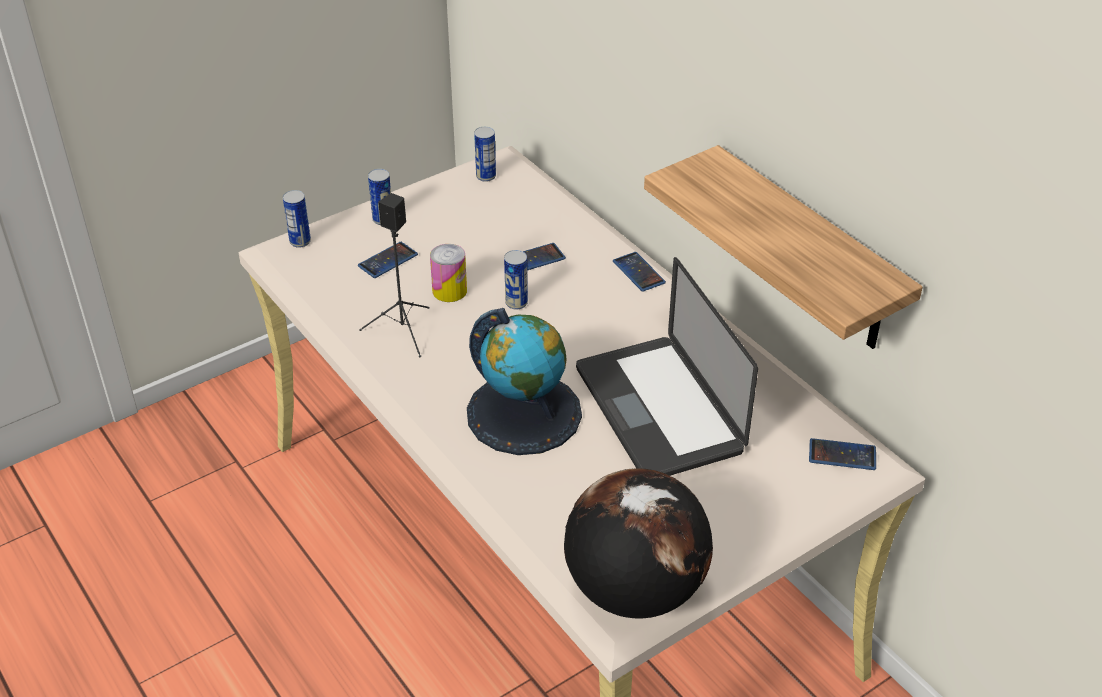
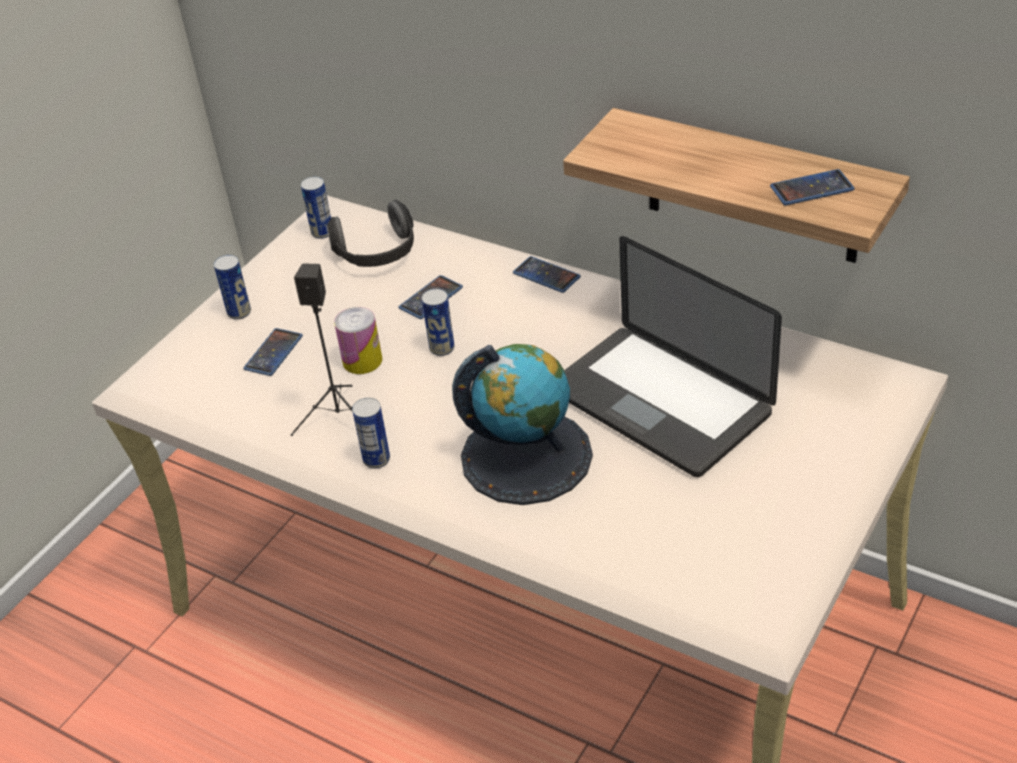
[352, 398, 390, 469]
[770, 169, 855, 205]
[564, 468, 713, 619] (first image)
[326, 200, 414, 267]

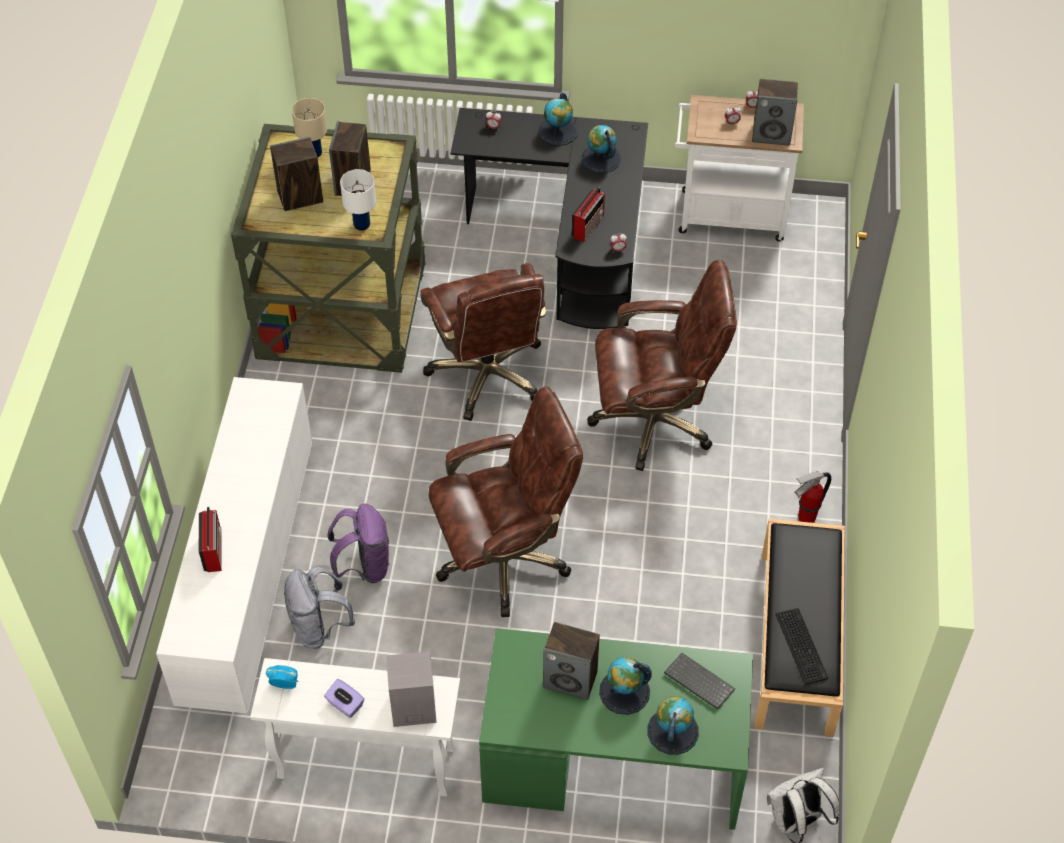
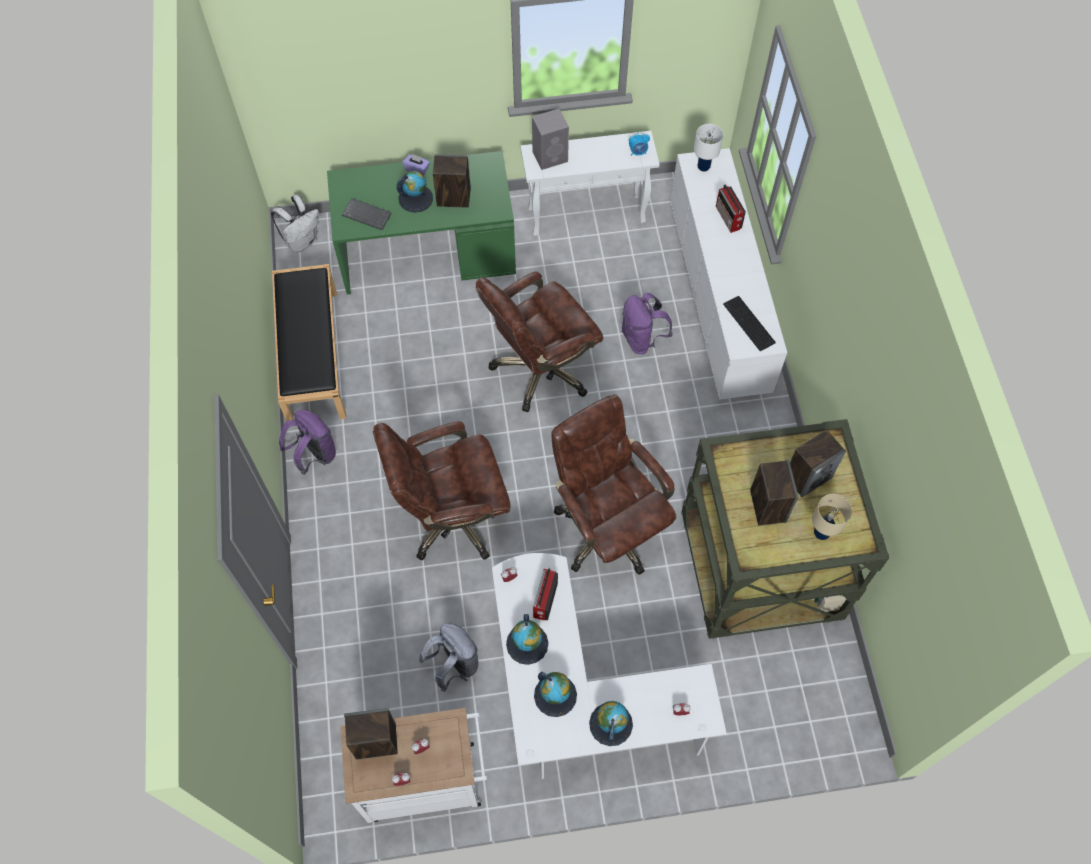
[492, 553, 727, 779]
[694, 124, 723, 171]
[279, 410, 336, 475]
[419, 623, 478, 692]
[723, 296, 776, 351]
[402, 154, 430, 176]
[506, 614, 548, 665]

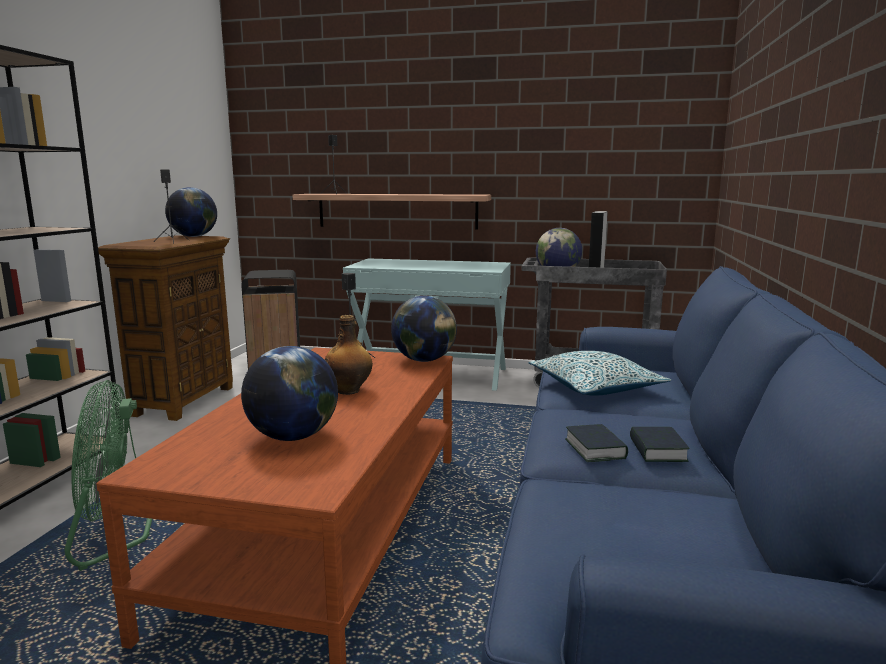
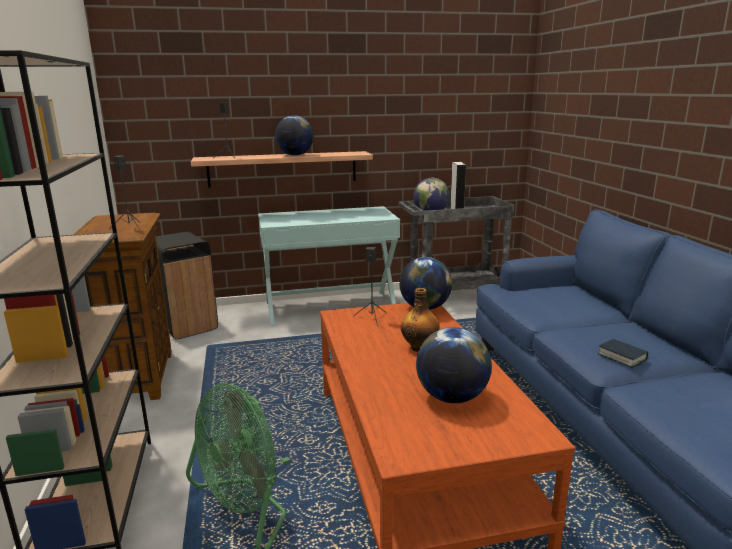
[275, 115, 314, 156]
[529, 351, 671, 396] (first image)
[630, 427, 689, 462] (first image)

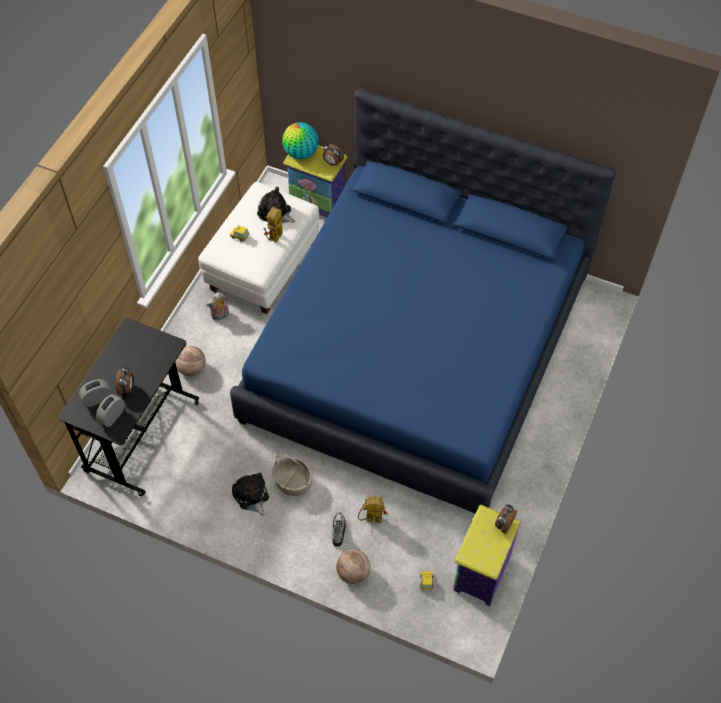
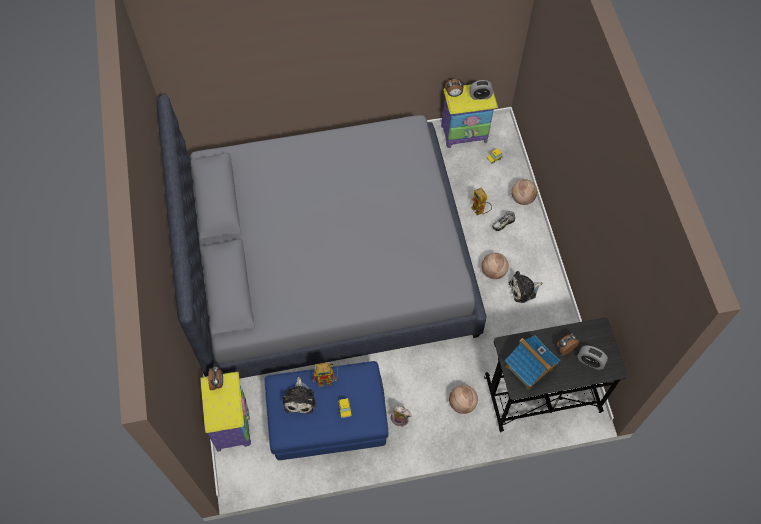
[157, 95, 486, 379]
[282, 122, 319, 159] (first image)
[265, 361, 389, 460]
[469, 80, 493, 100]
[482, 253, 509, 279]
[509, 271, 542, 303]
[505, 335, 560, 390]

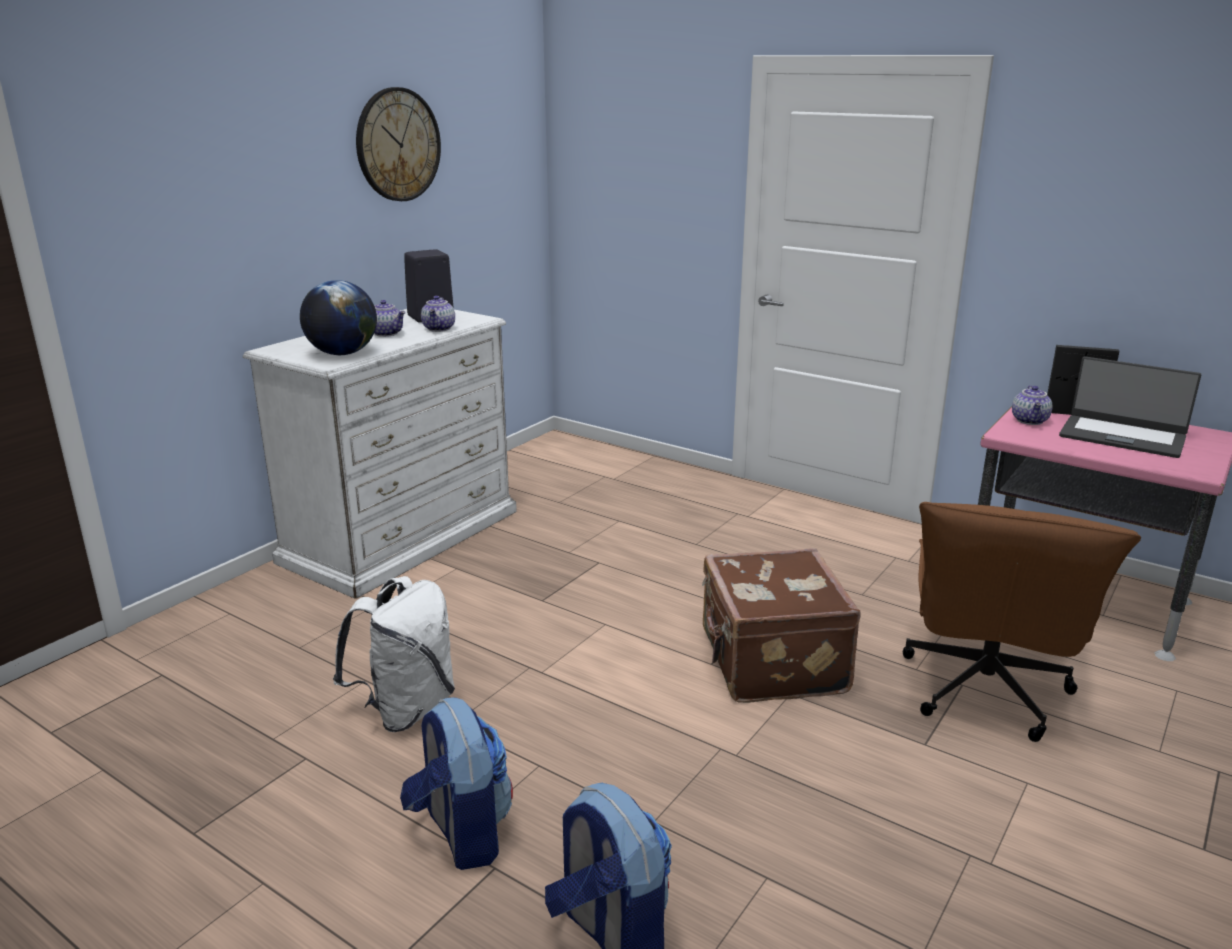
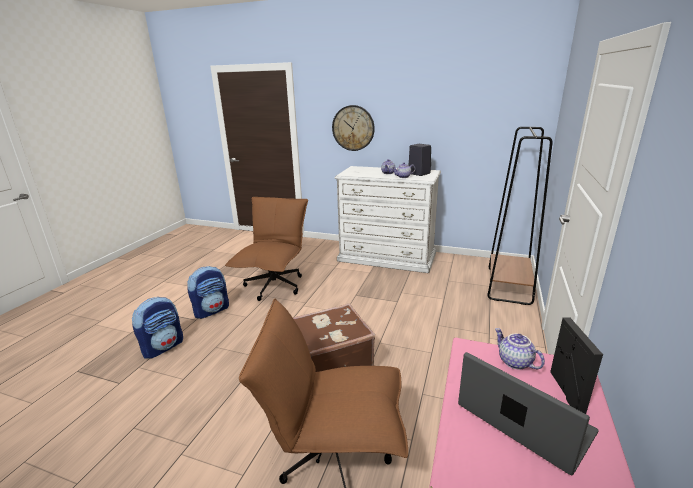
[332, 105, 375, 151]
[300, 280, 377, 355] (first image)
[458, 352, 599, 475]
[495, 328, 545, 370]
[225, 197, 308, 301]
[487, 127, 553, 305]

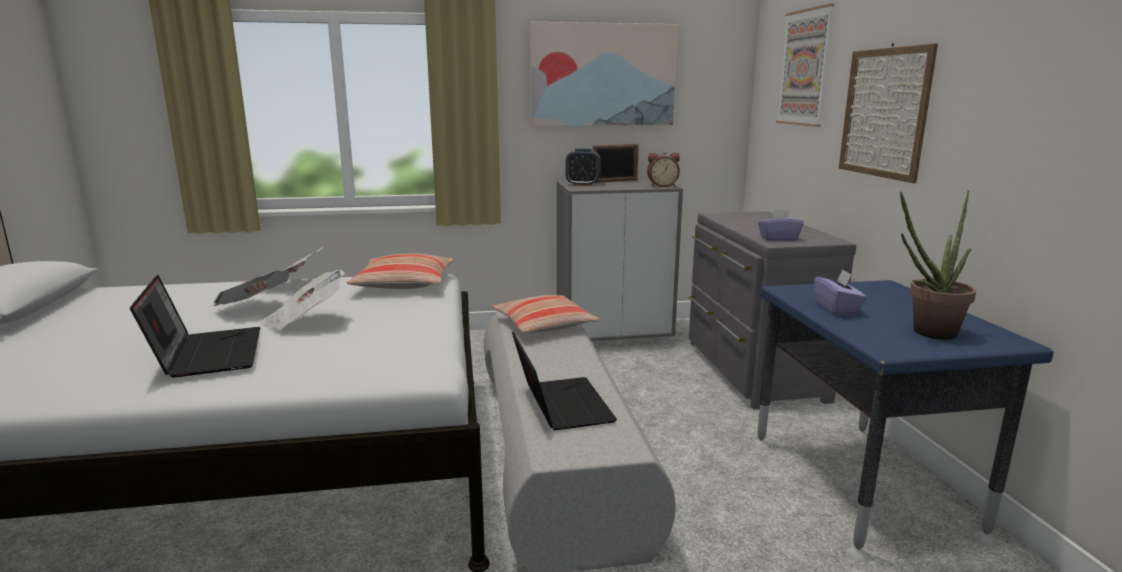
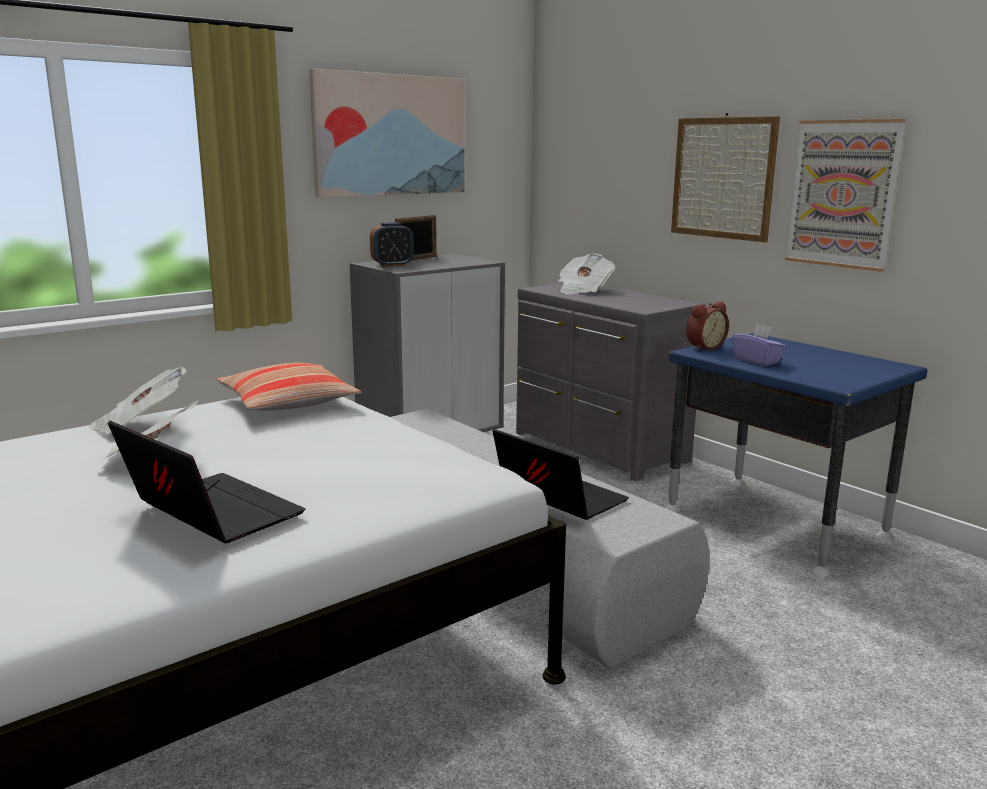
[785, 119, 906, 272]
[686, 302, 729, 350]
[900, 190, 976, 340] (first image)
[758, 209, 804, 241] (first image)
[558, 254, 615, 294]
[492, 295, 600, 333] (first image)

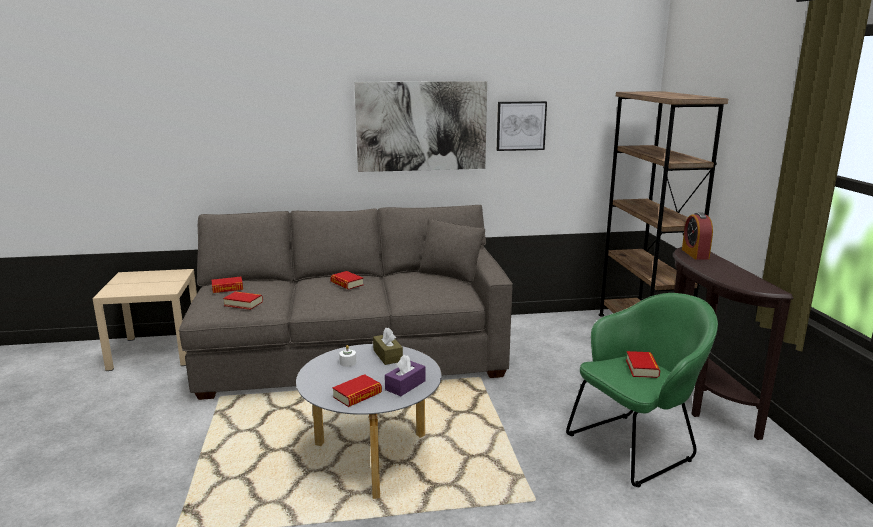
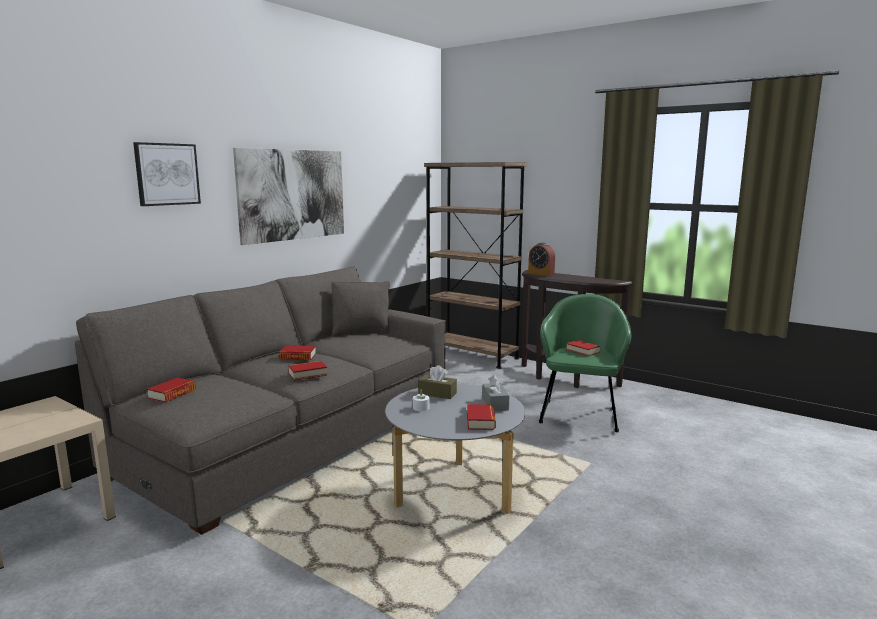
[133, 142, 201, 206]
[288, 361, 327, 380]
[482, 375, 509, 411]

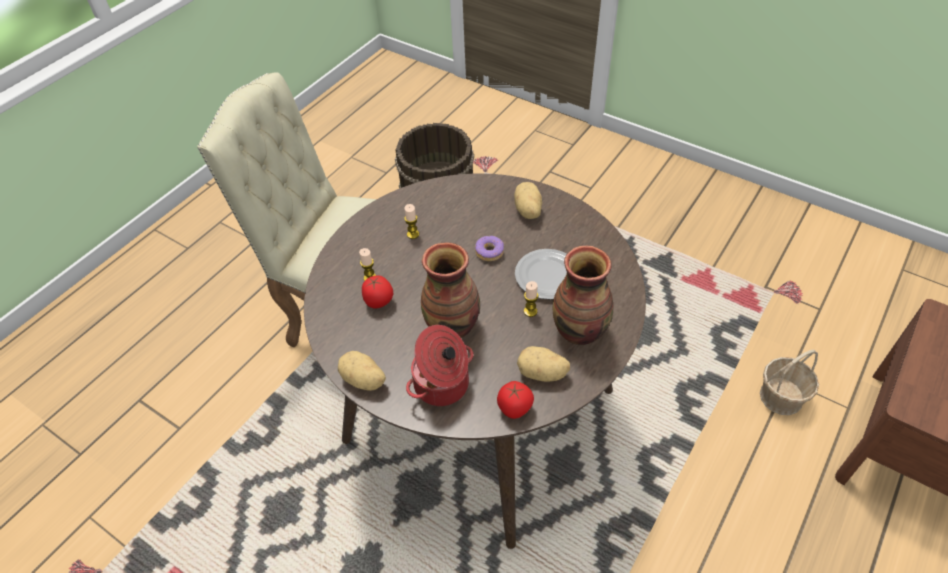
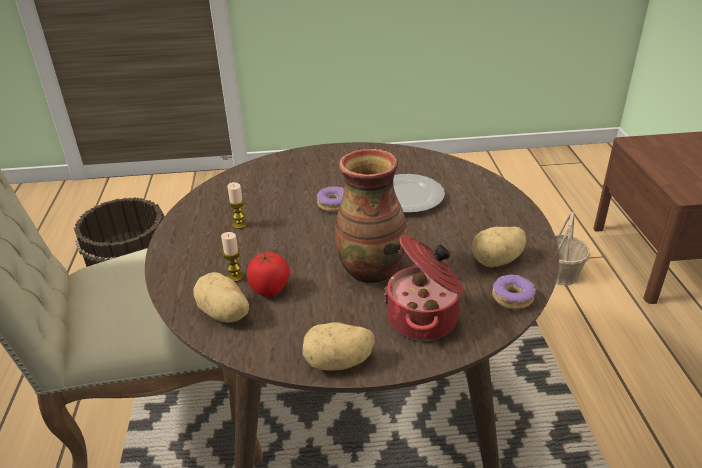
[193, 272, 249, 323]
[553, 246, 613, 345] (first image)
[524, 281, 538, 317] (first image)
[492, 275, 536, 309]

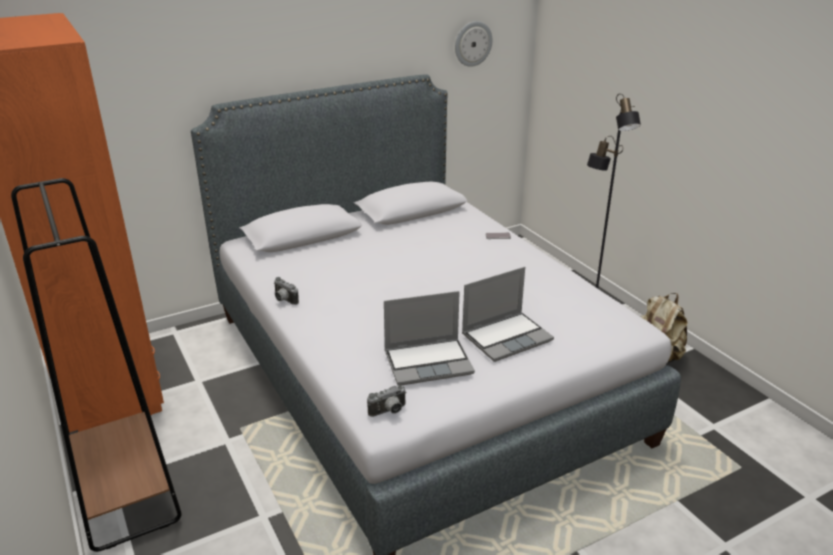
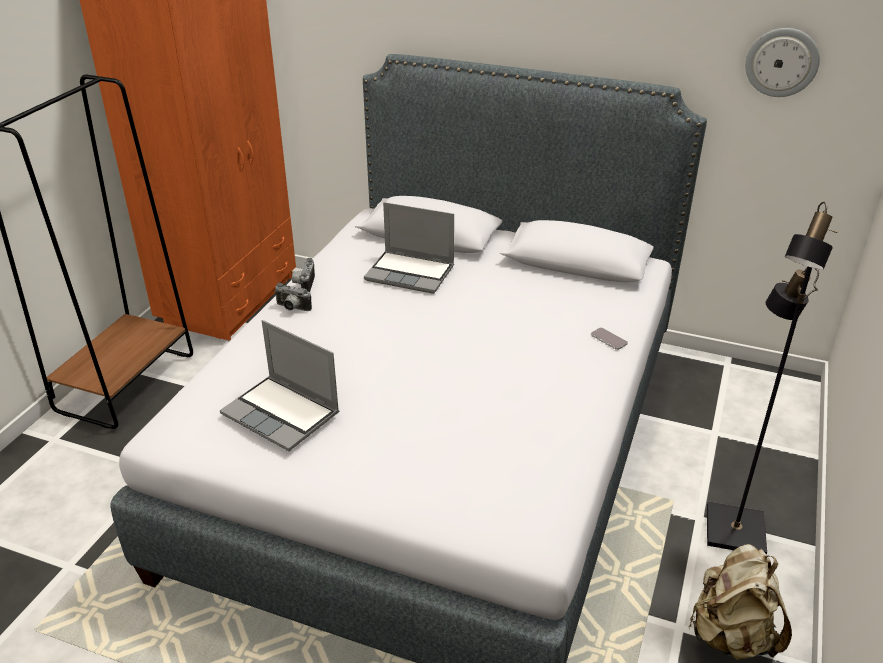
[364, 202, 454, 294]
[274, 283, 312, 311]

